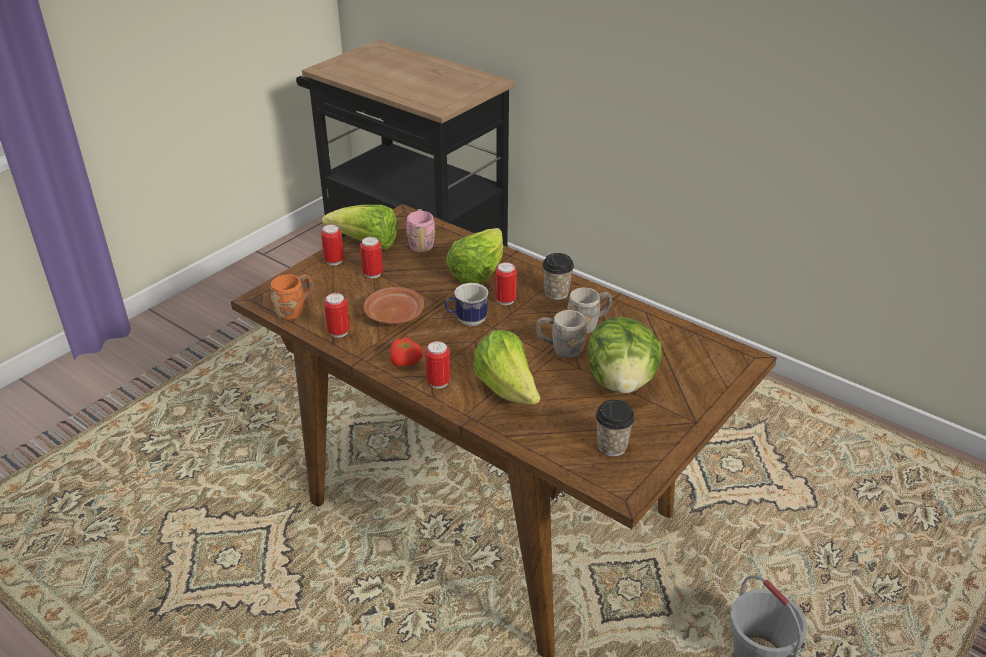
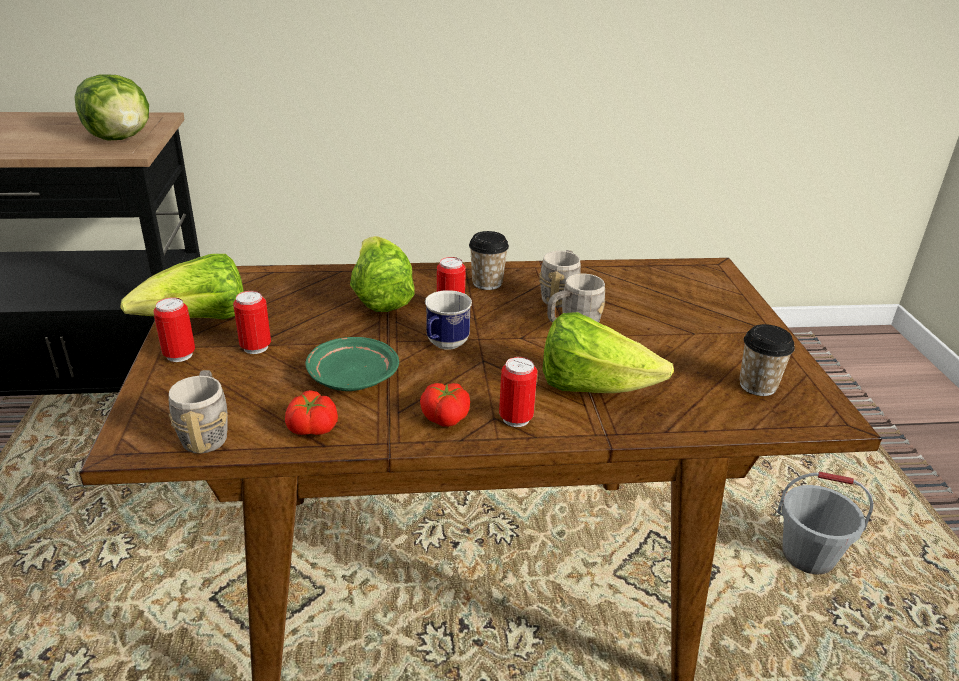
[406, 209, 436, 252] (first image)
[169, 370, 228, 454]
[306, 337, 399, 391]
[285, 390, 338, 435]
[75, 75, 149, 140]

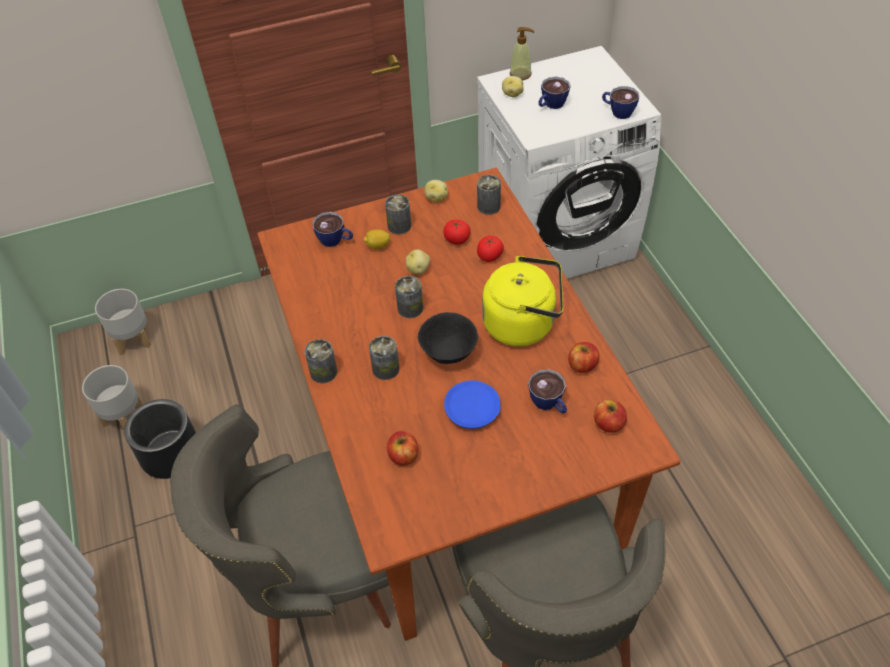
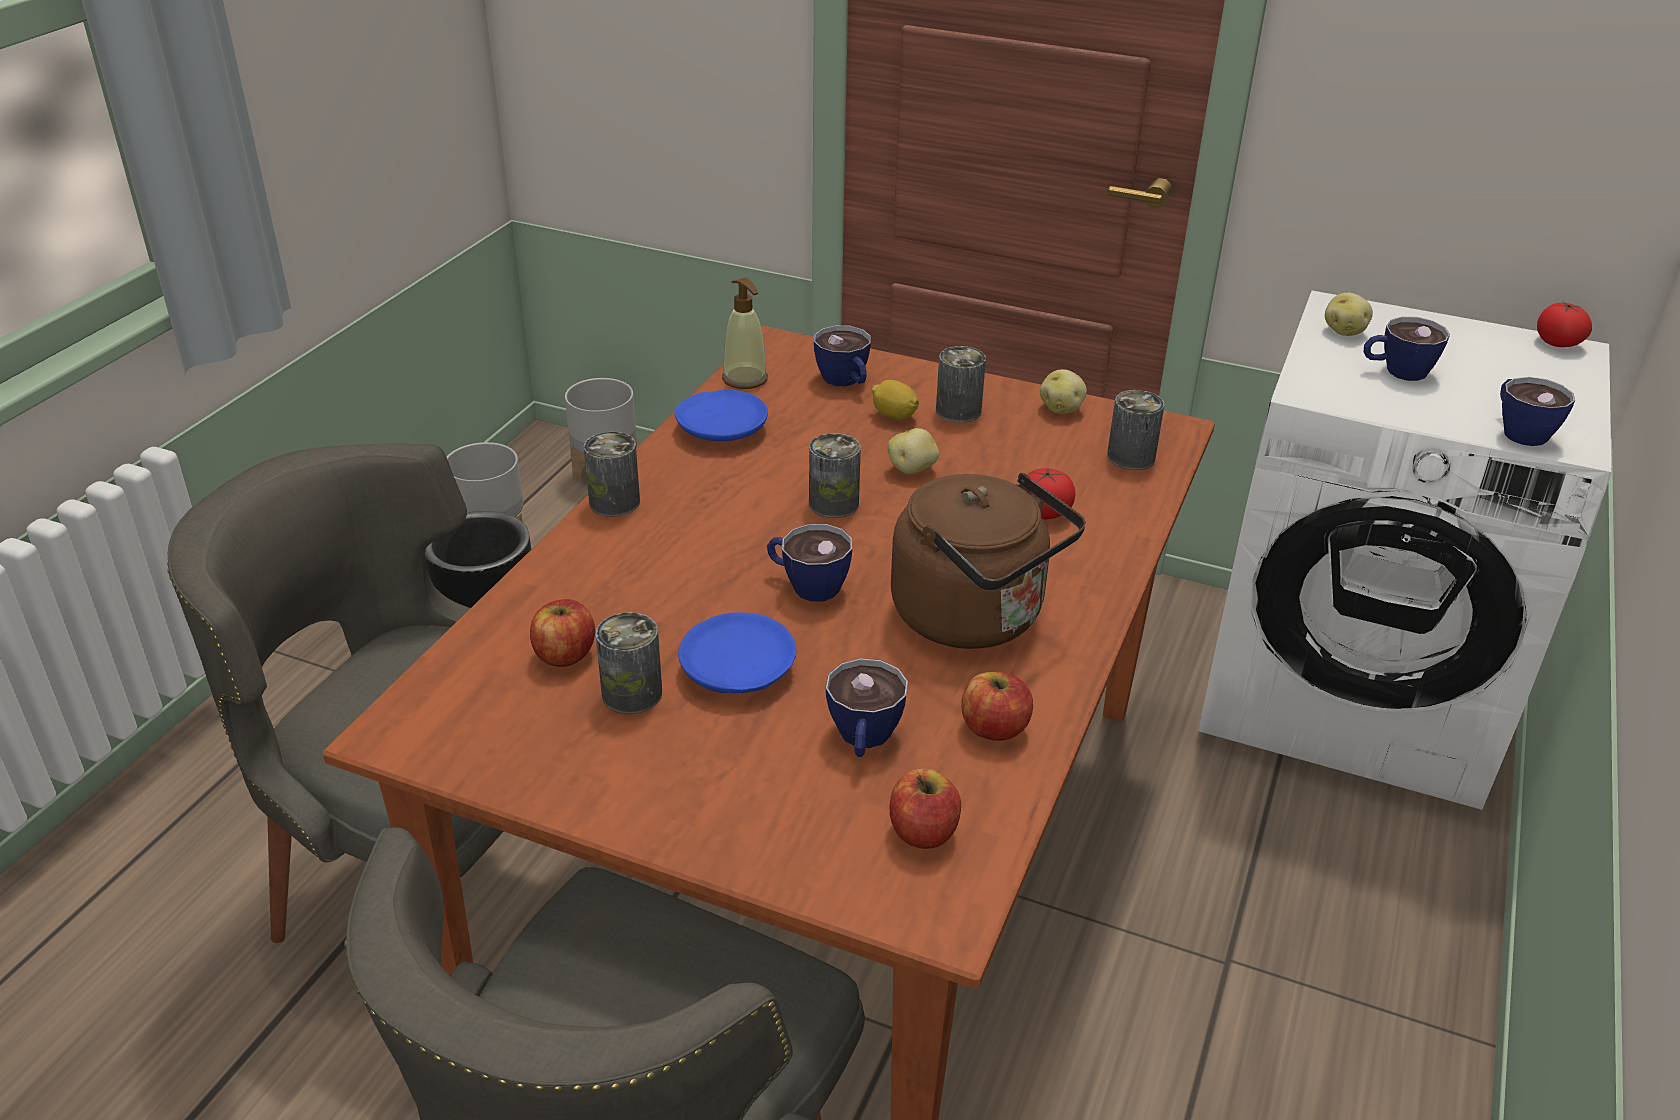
[722, 278, 768, 389]
[1537, 301, 1592, 347]
[891, 472, 1086, 649]
[767, 524, 852, 602]
[596, 612, 662, 714]
[674, 389, 768, 441]

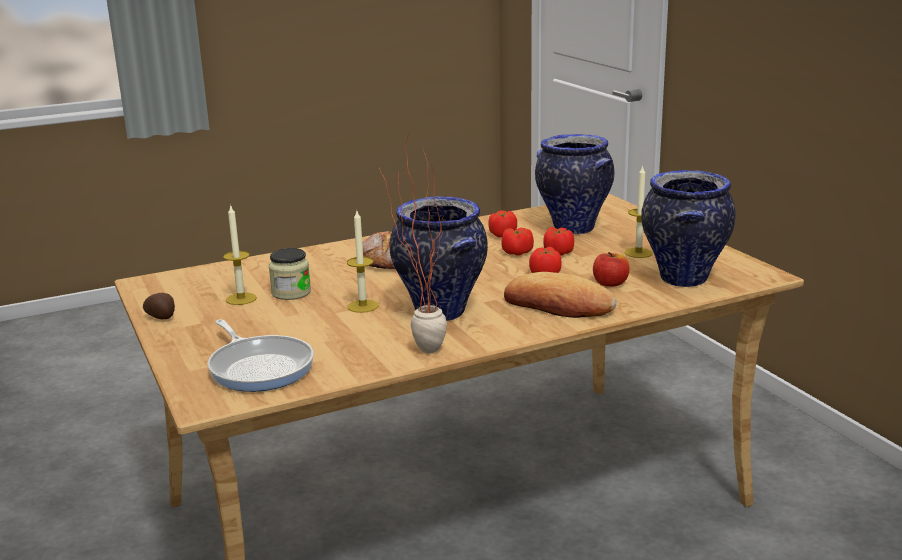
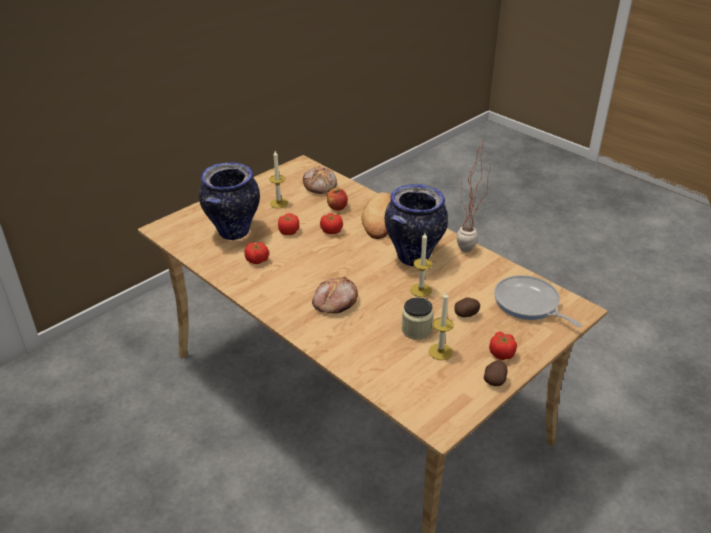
[303, 166, 337, 194]
[489, 332, 517, 360]
[494, 275, 582, 327]
[454, 298, 480, 317]

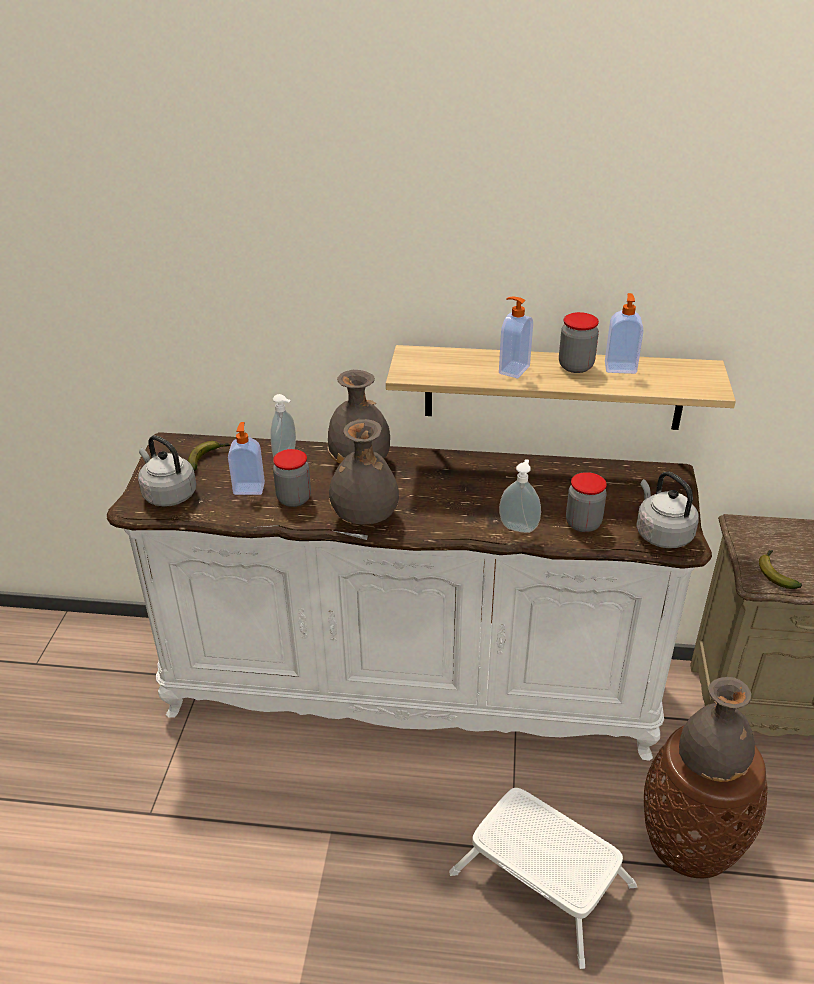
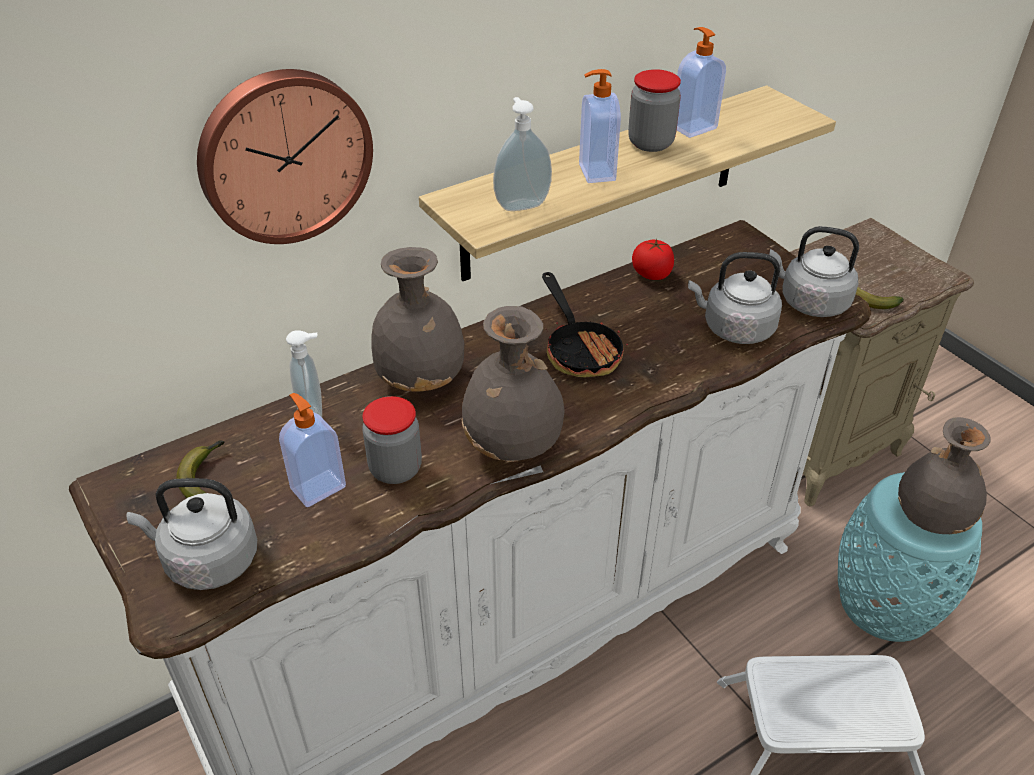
[493, 97, 552, 211]
[688, 252, 782, 344]
[838, 472, 982, 642]
[197, 69, 373, 244]
[632, 238, 674, 280]
[542, 272, 628, 377]

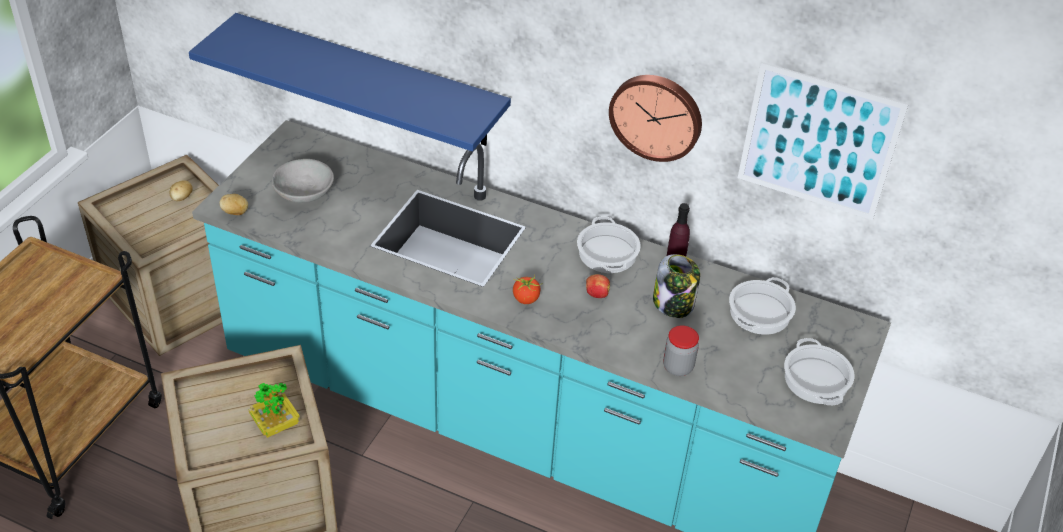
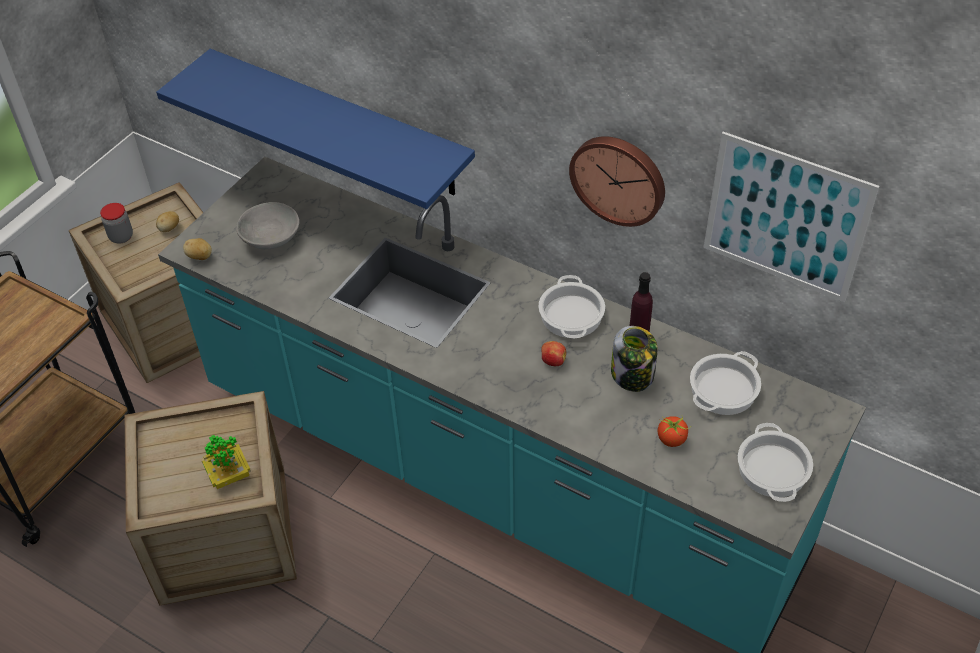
[658, 416, 691, 447]
[100, 203, 133, 243]

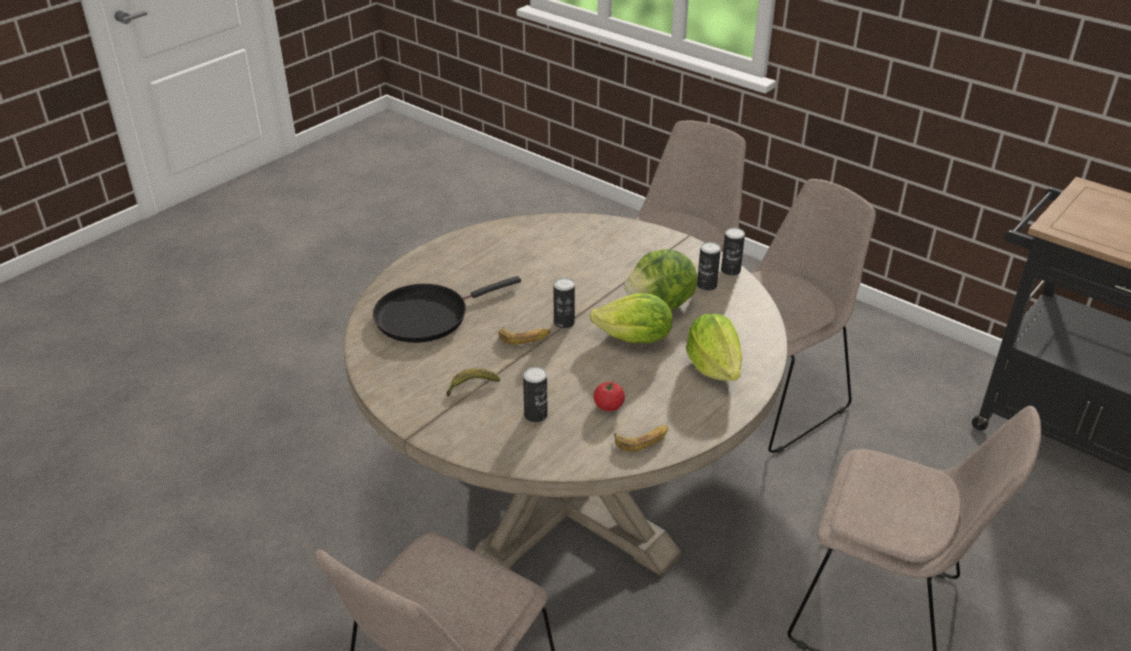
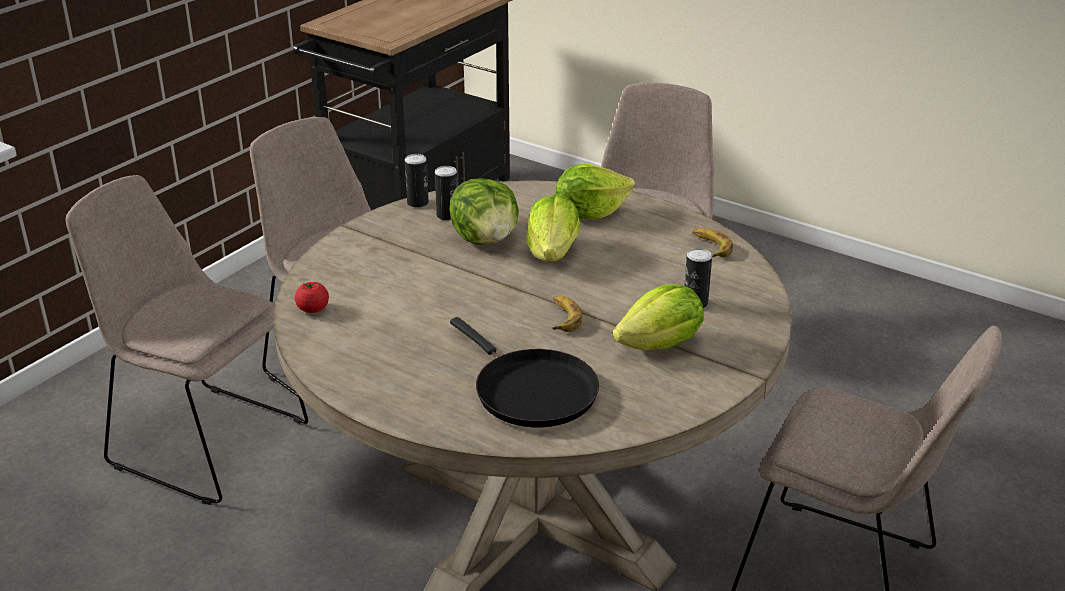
[553, 278, 575, 329] (first image)
[613, 284, 704, 350]
[295, 282, 329, 313]

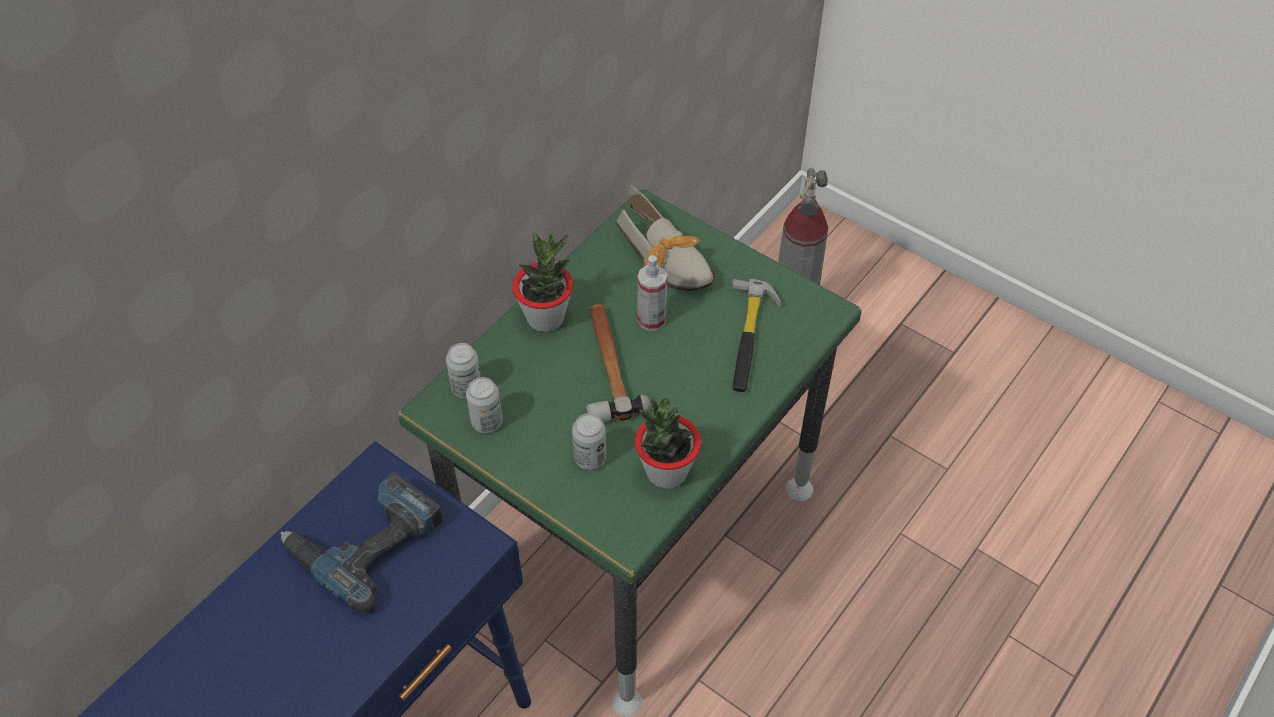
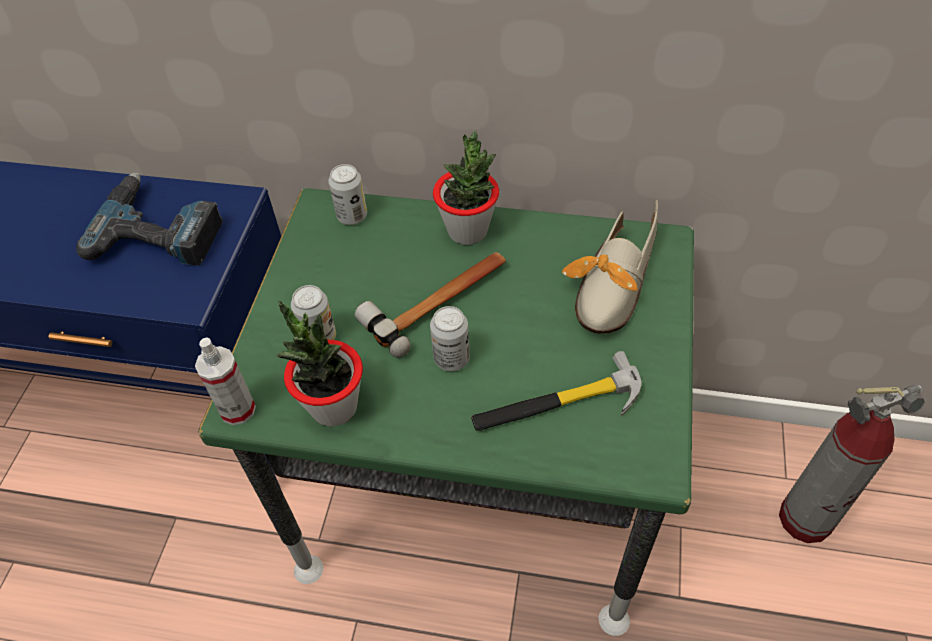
[195, 337, 256, 425]
[430, 306, 470, 371]

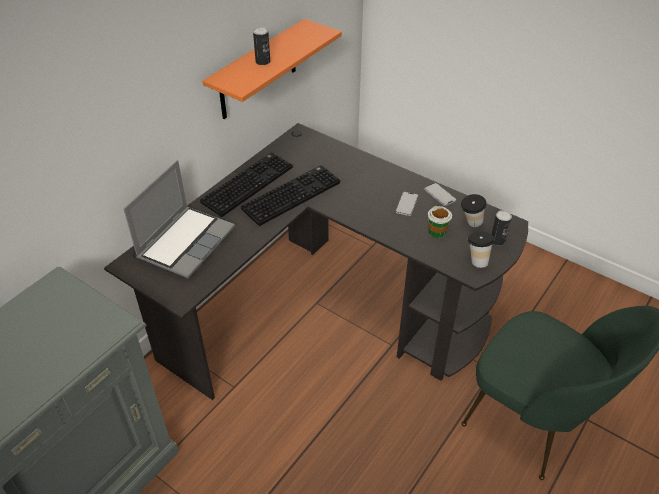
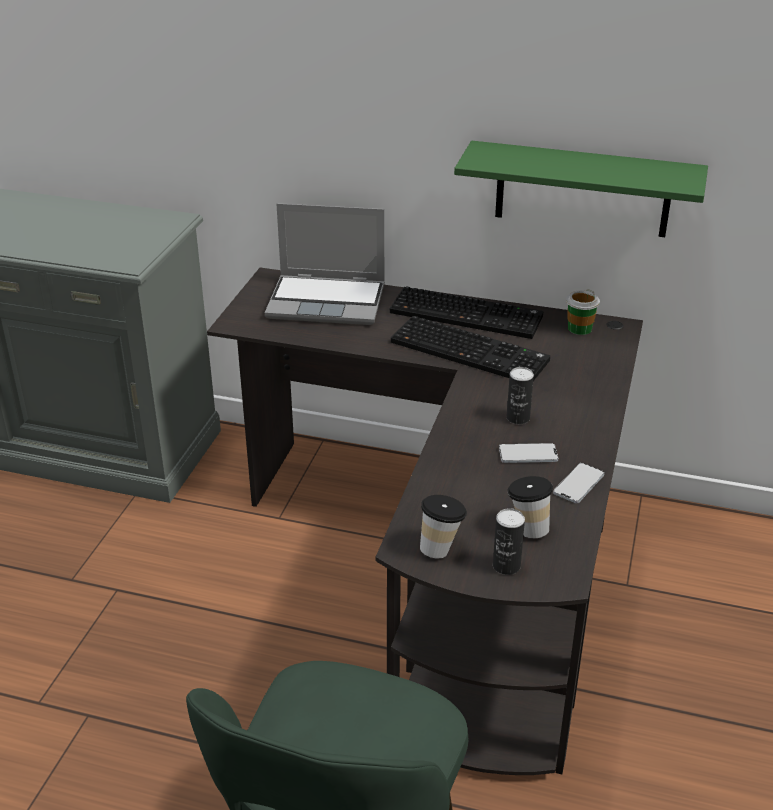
[454, 141, 708, 237]
[506, 367, 534, 424]
[566, 290, 600, 335]

